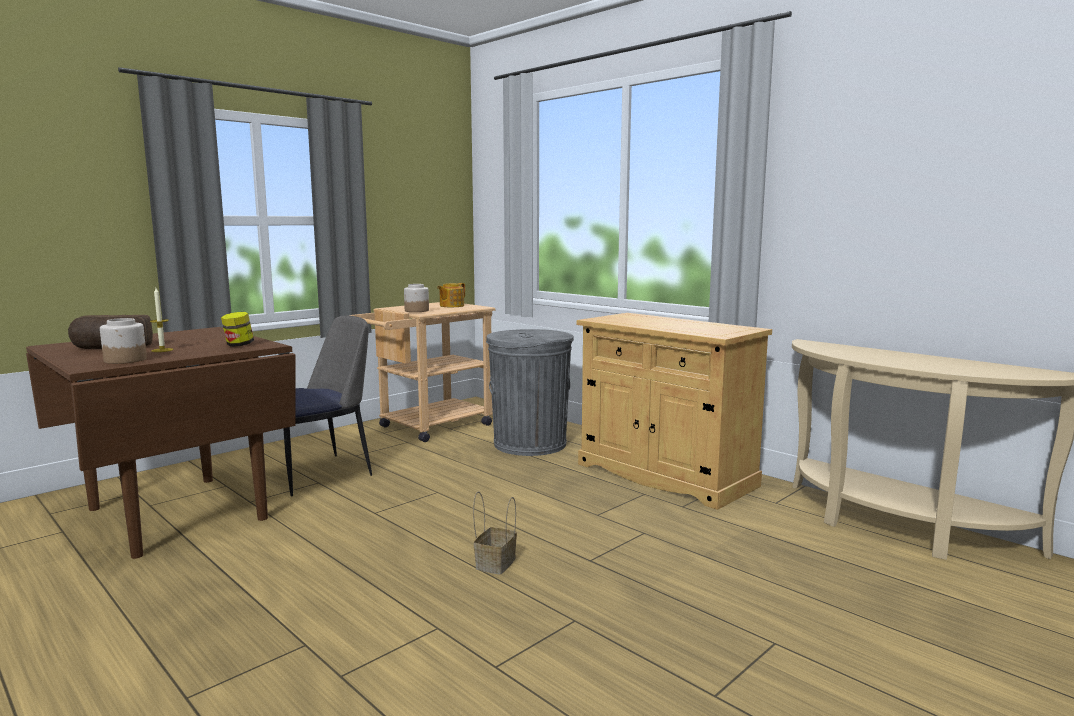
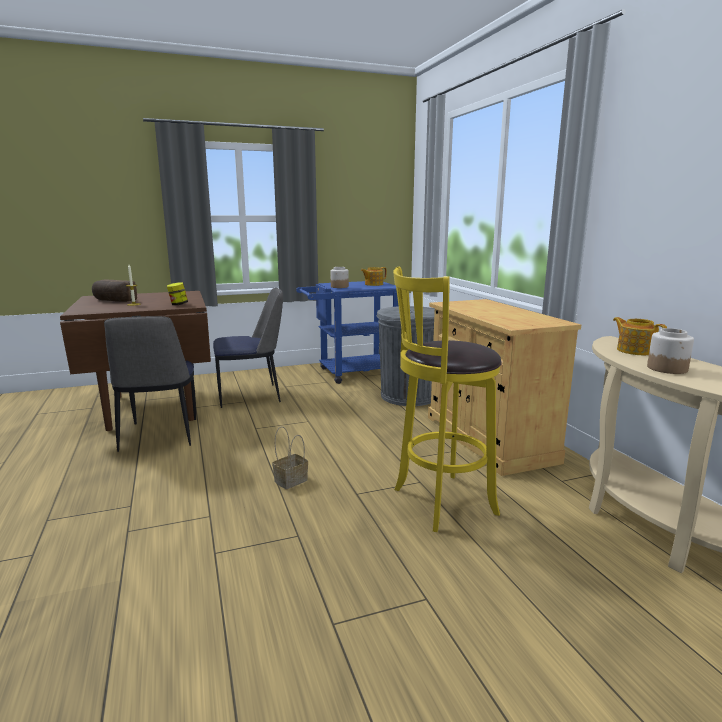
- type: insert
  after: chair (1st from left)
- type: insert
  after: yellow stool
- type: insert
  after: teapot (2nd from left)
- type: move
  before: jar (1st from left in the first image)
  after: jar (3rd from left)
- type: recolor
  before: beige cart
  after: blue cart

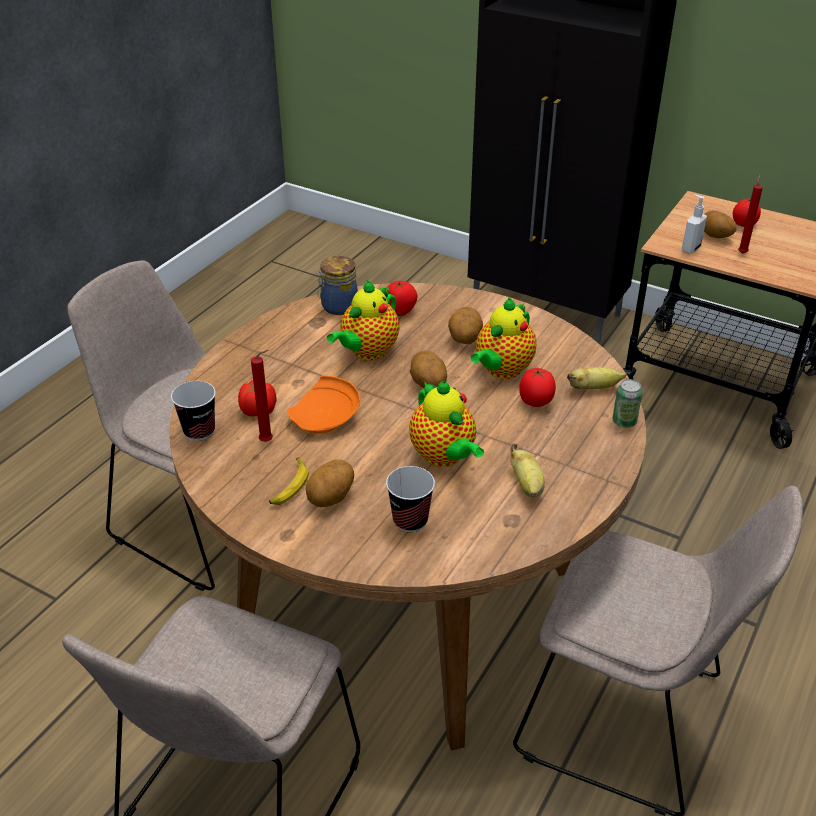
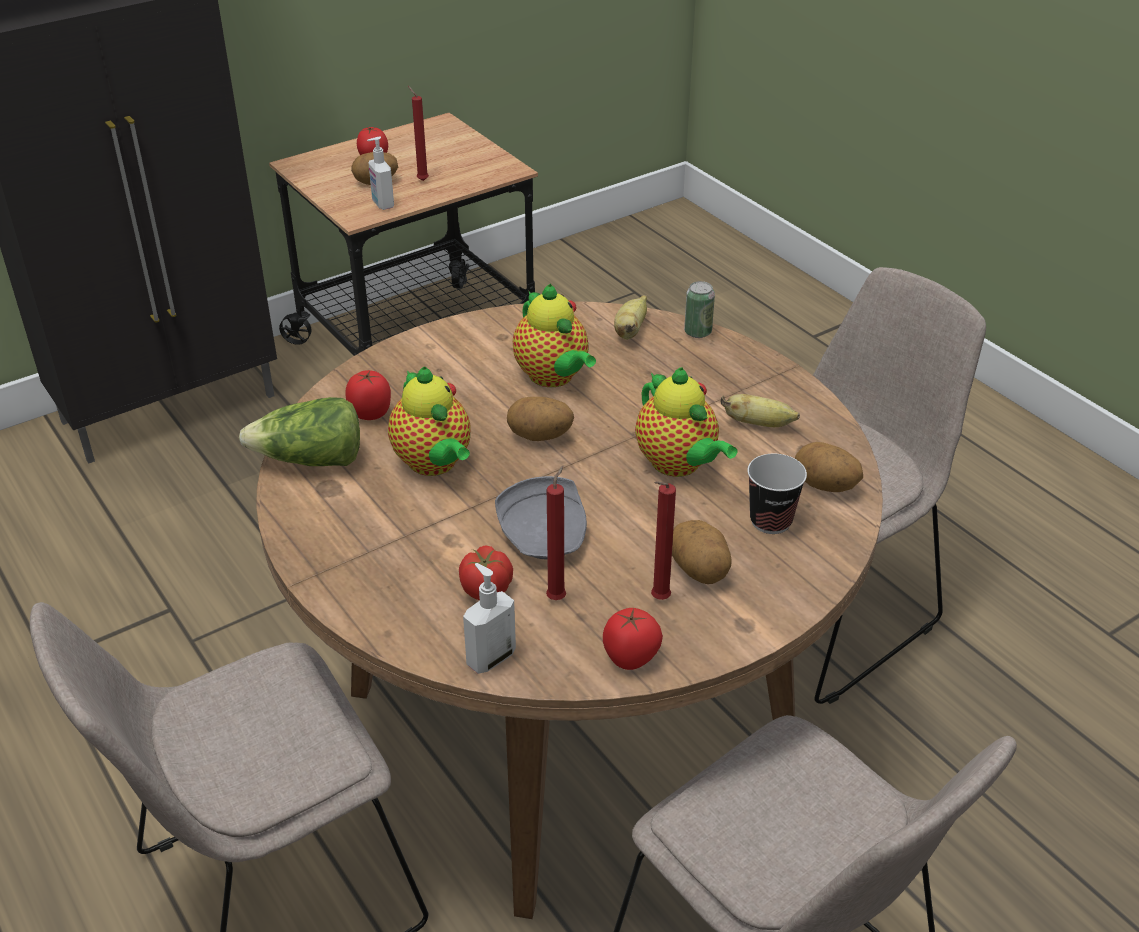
- type: move
  before: potato (3rd from left in the first image)
  after: potato (4th from left)
- type: move
  before: tomato (3rd from left in the first image)
  after: tomato (4th from left)
- type: replace
  before: cup (1st from left)
  after: soap dispenser (2nd from left)
- type: replace
  before: banana (1st from left)
  after: red candle (3rd from left)
- type: replace
  before: jar
  after: lettuce
- type: recolor
  before: orange plate
  after: grey plate
- type: rotate
  before: teapot (2nd from left in the first image)
  turn: 60

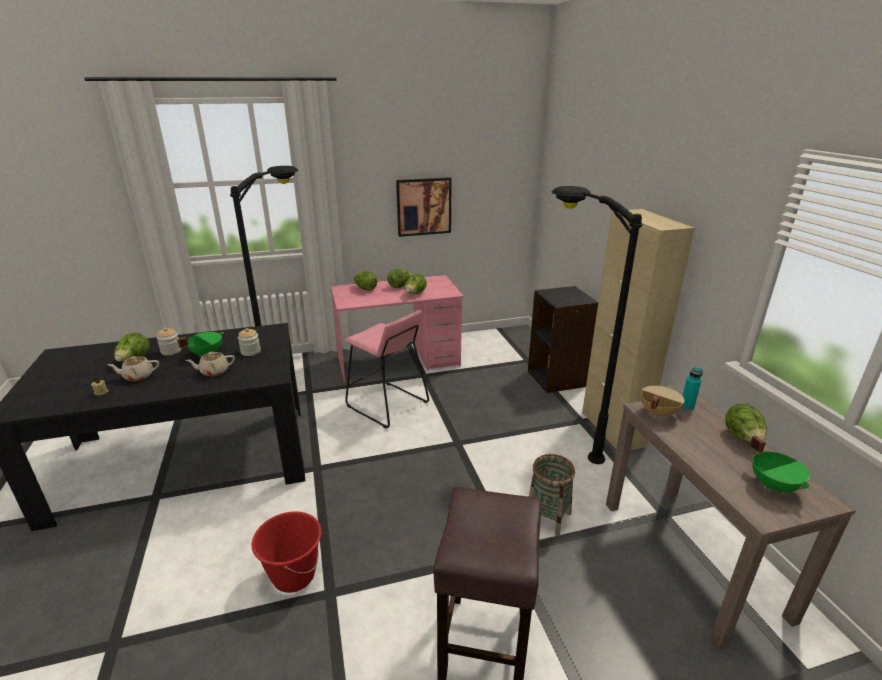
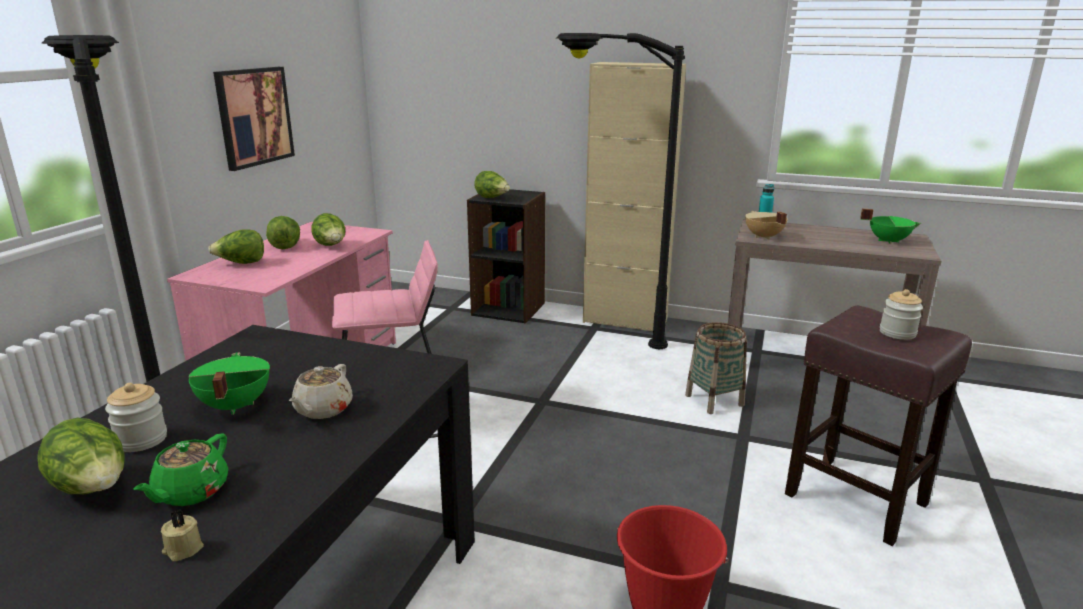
- type: move
  before: jar (2nd from left)
- type: move
  before: lettuce (5th from left)
- type: recolor
  before: beige teapot (1st from left)
  after: green teapot

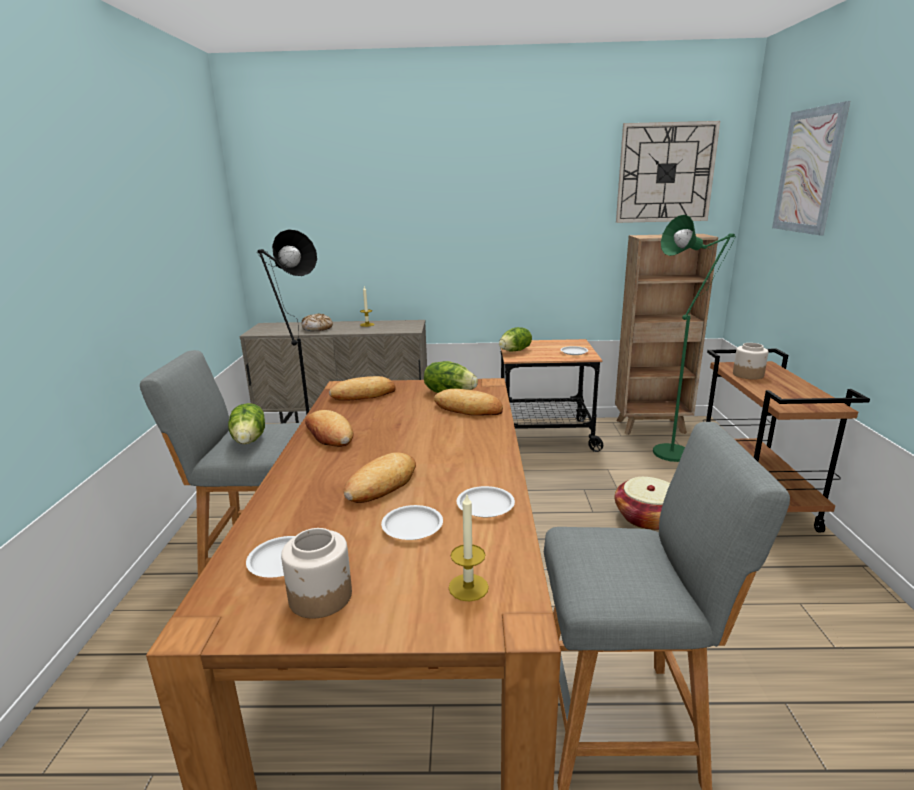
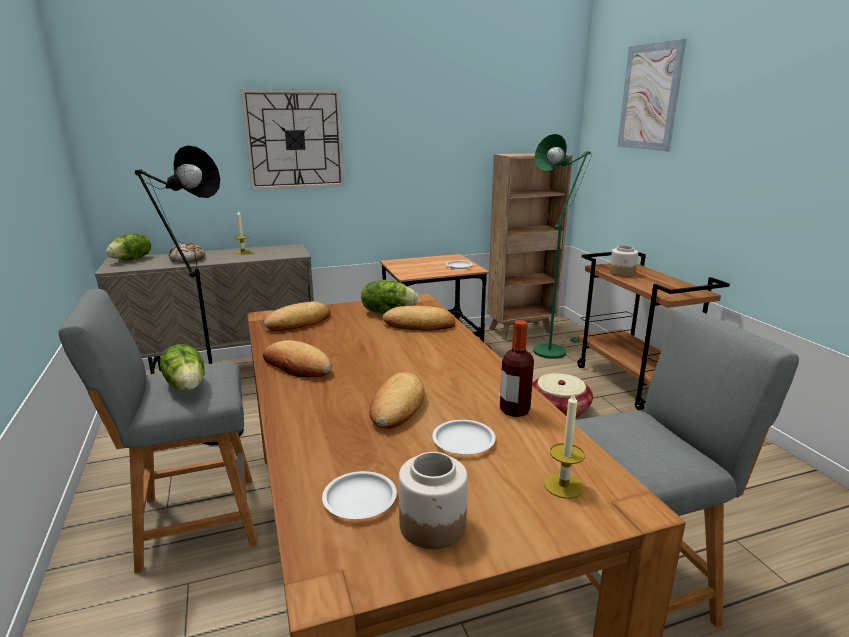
- type: move
  before: lettuce (3rd from left in the first image)
  after: lettuce (1st from left)
- type: move
  before: wall clock
- type: replace
  before: white plate (3rd from left)
  after: bottle

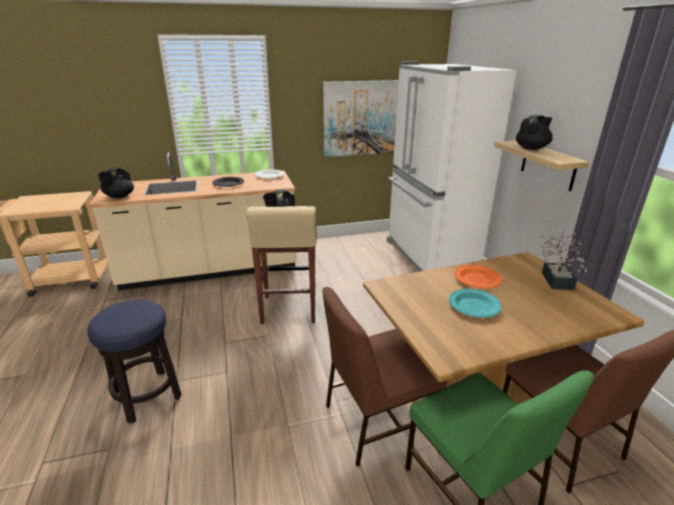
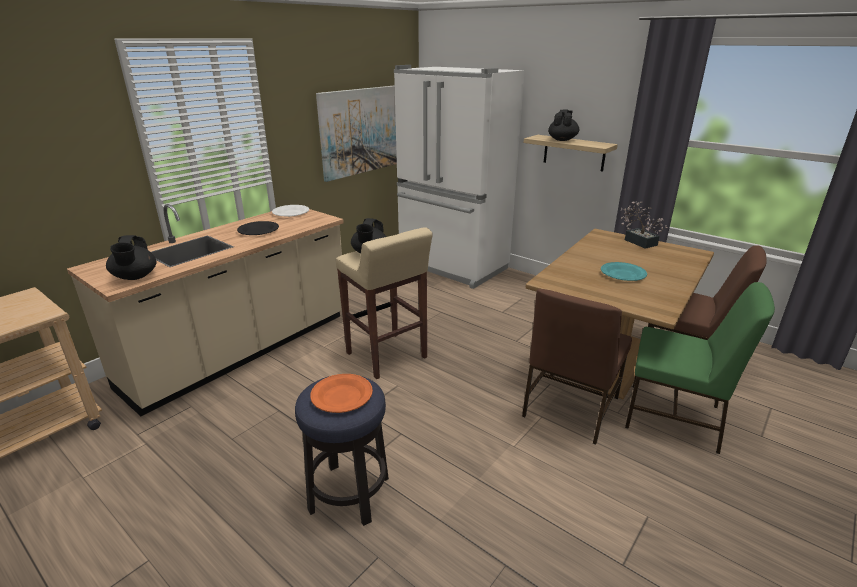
- type: move
  before: orange plate

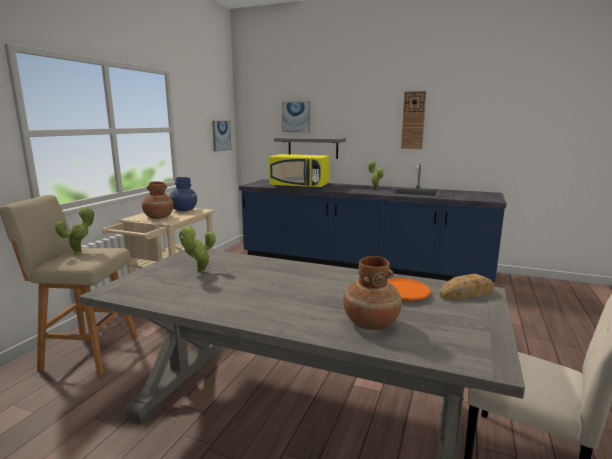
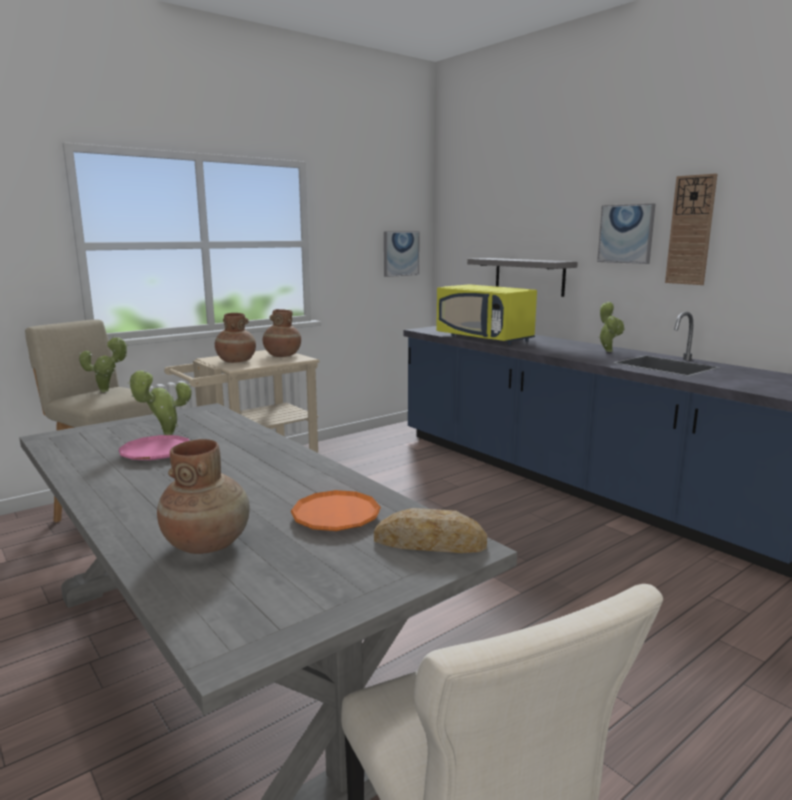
- type: insert
  after: pink plate
- type: move
  before: picture (2nd from left)
- type: recolor
  before: blue vase
  after: brown vase (3rd from left)

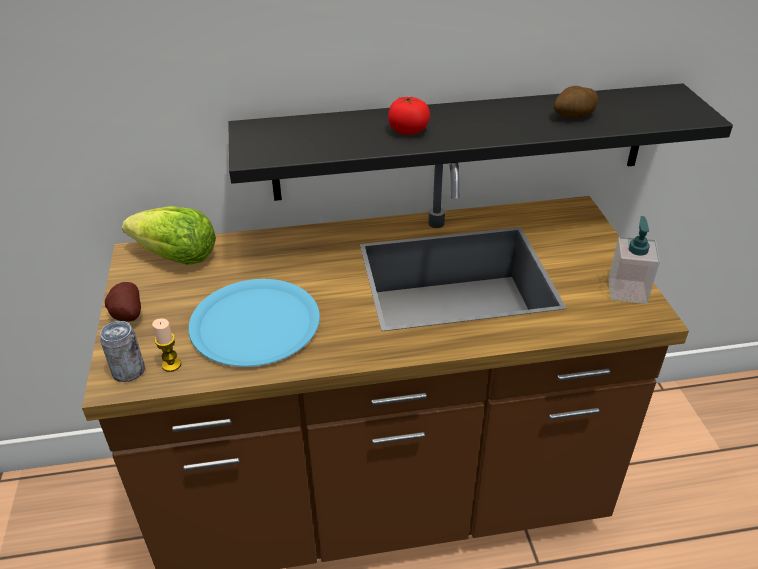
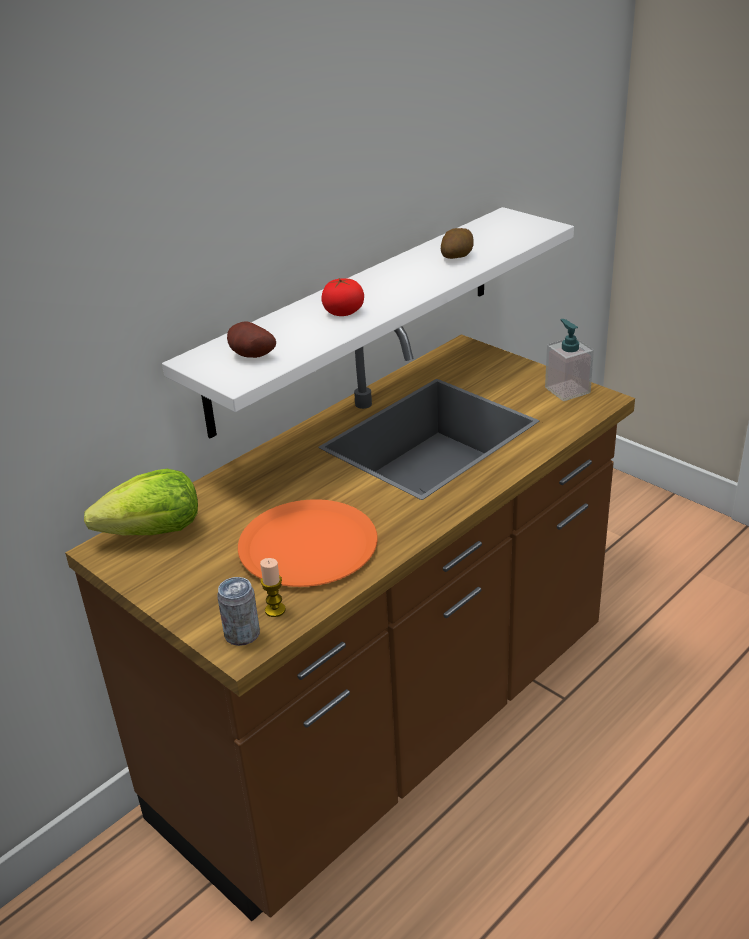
- type: move
  before: potato (1st from left)
- type: recolor
  before: blue plate
  after: orange plate
- type: recolor
  before: black shelf
  after: white shelf

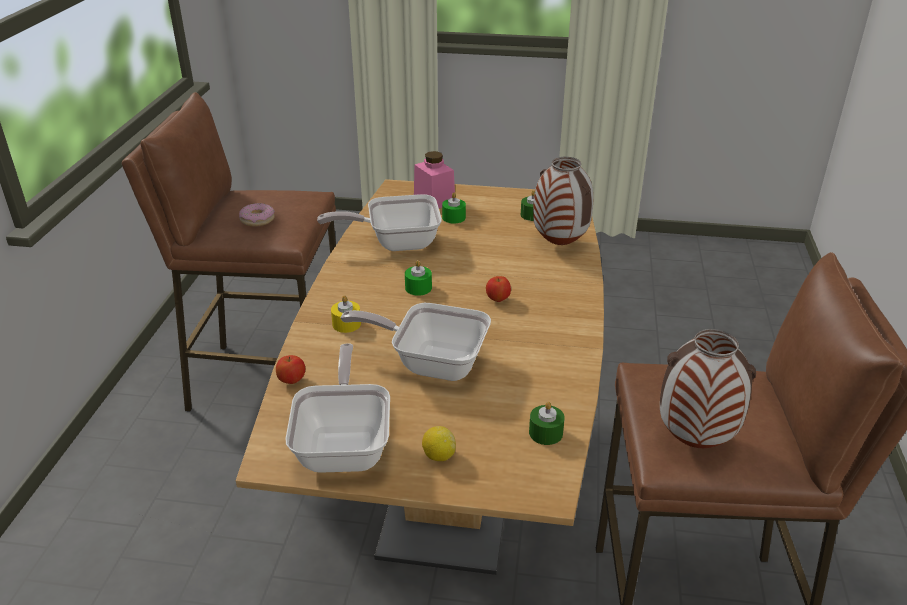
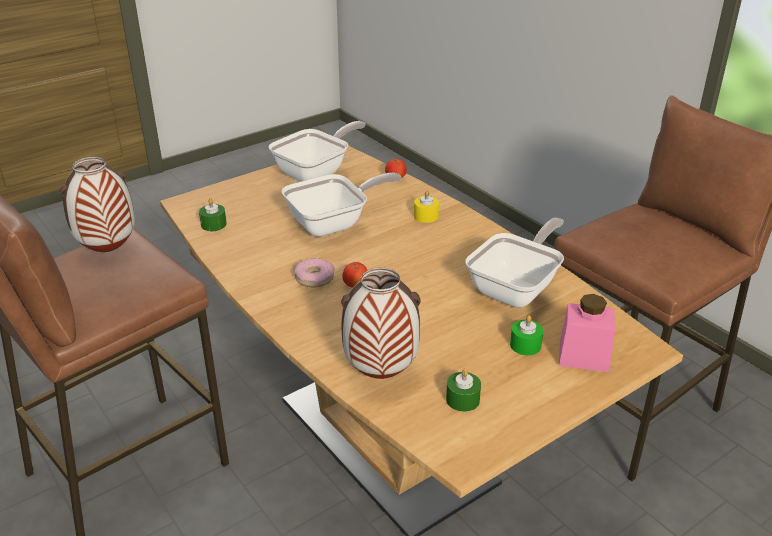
- type: delete
  before: green candle (1st from left)
- type: delete
  before: lemon
- type: move
  before: donut
- type: rotate
  before: frying pan (1st from left)
  turn: -90

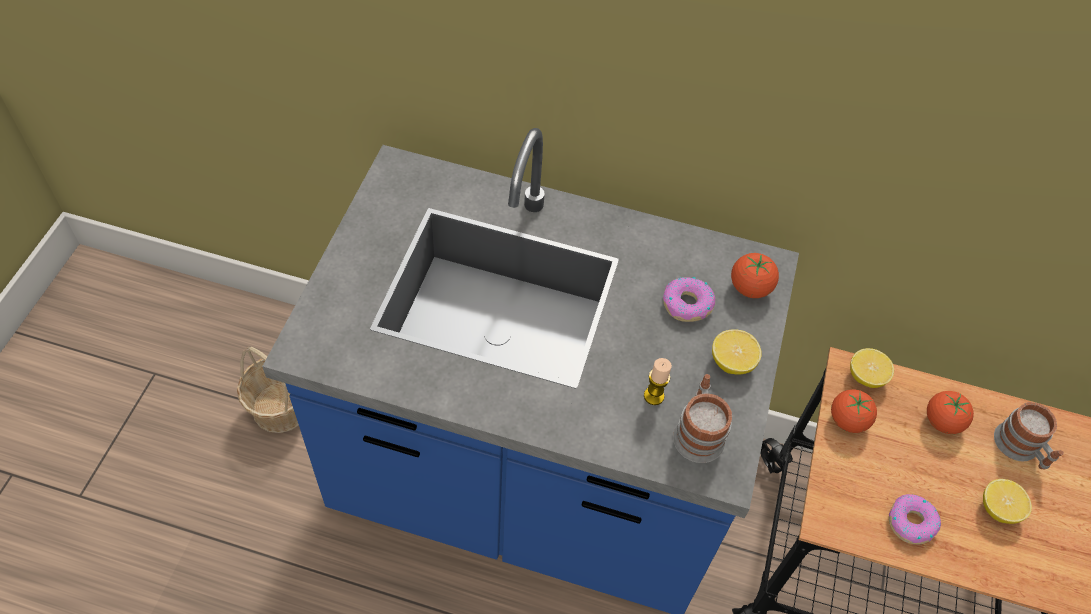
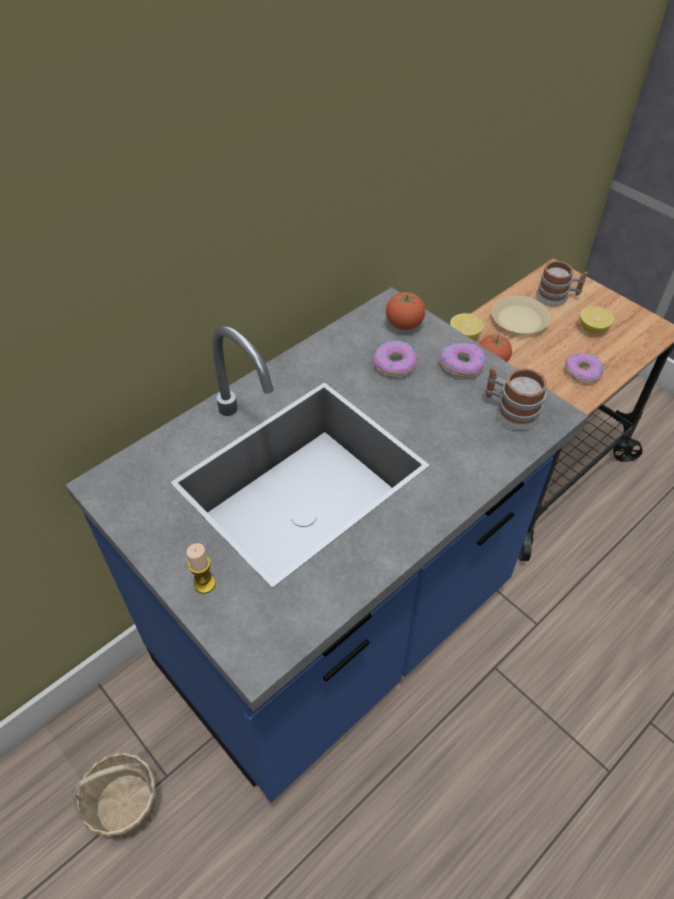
- type: move
  before: candle
- type: replace
  before: lemon (1st from left)
  after: donut (2nd from left)
- type: replace
  before: tomato (3rd from left)
  after: beige plate

